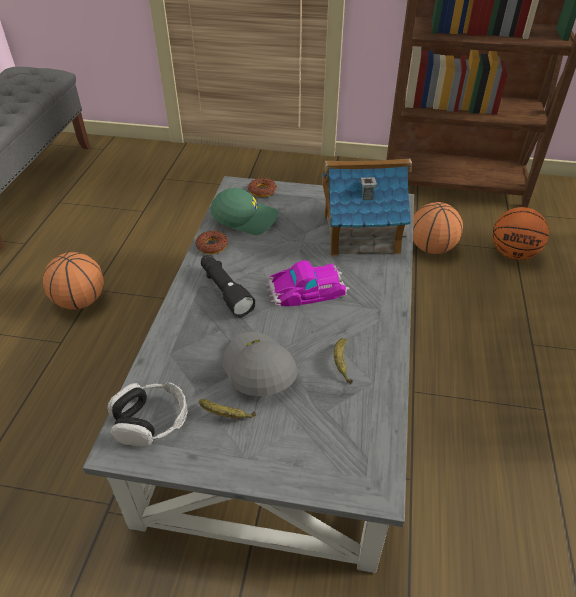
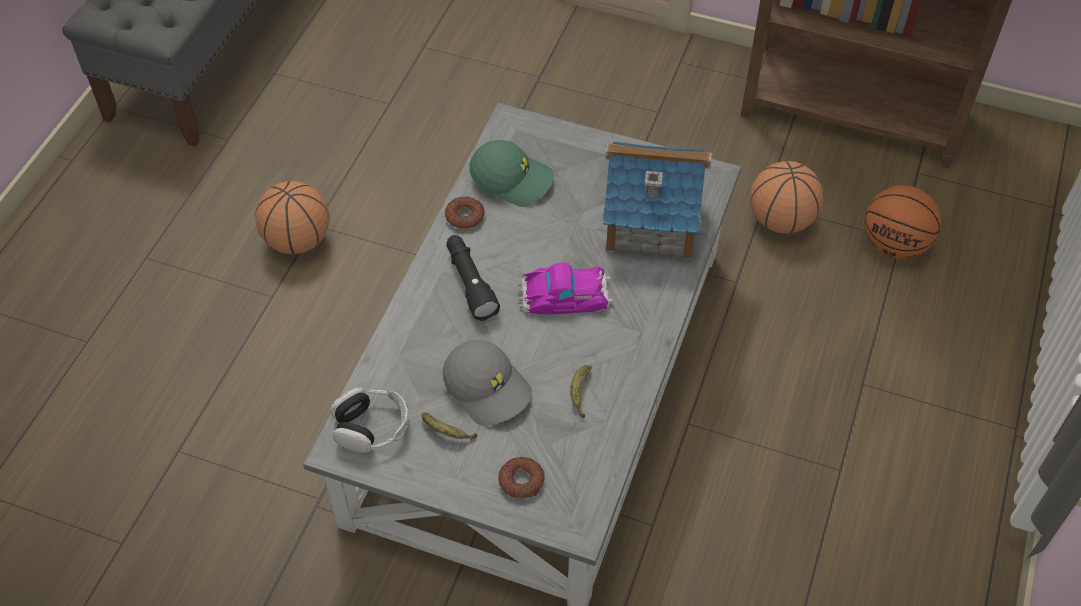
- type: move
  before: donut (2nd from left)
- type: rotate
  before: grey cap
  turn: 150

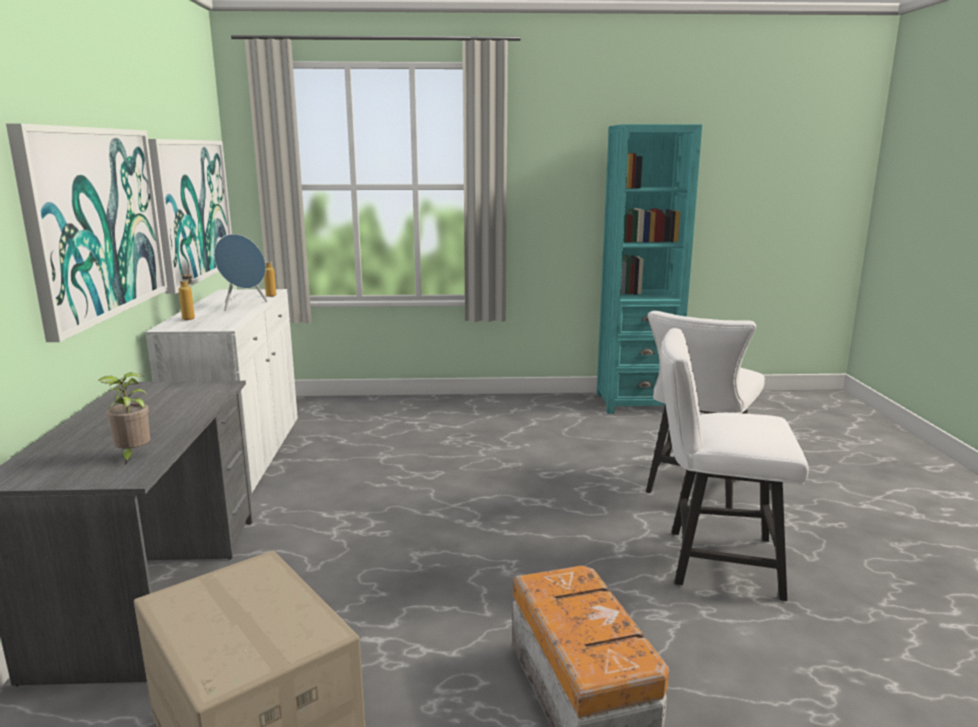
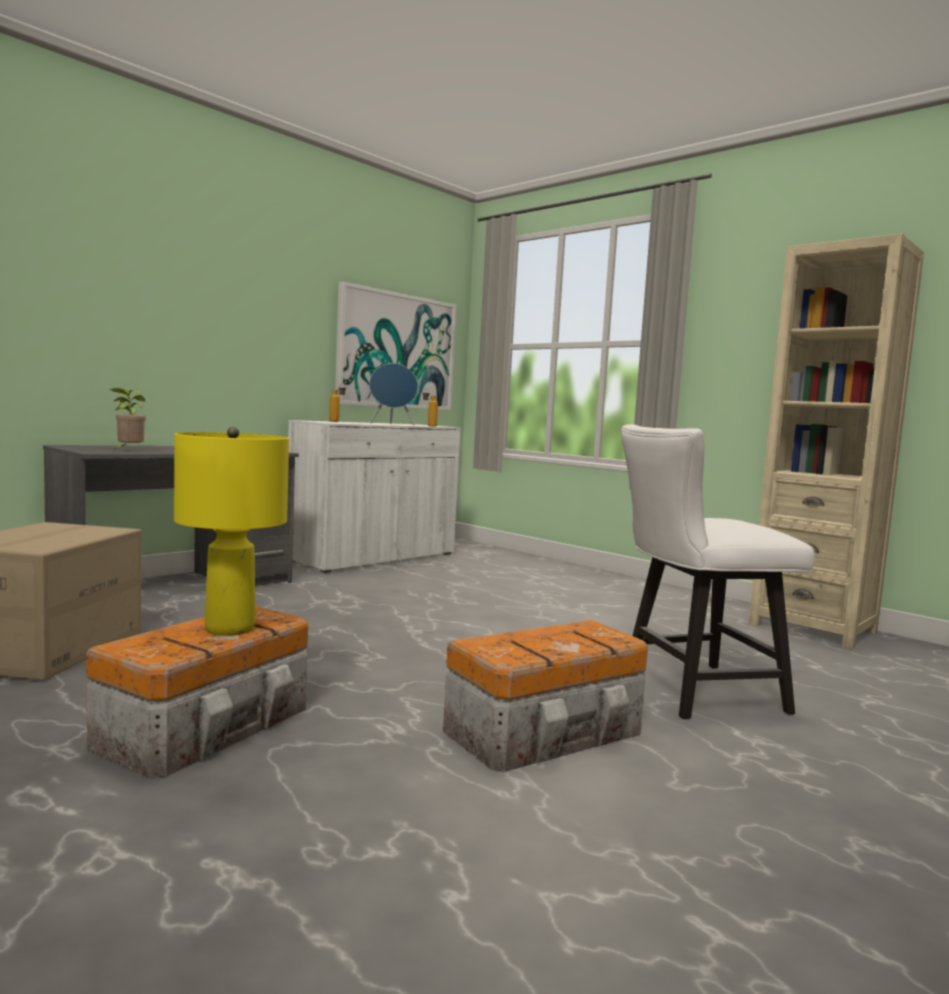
- type: delete
  before: picture (1st from left)
- type: insert
  after: yellow table lamp
- type: replace
  before: white chair (2nd from left)
  after: storage box (2nd from left)
- type: recolor
  before: turquoise bookcase
  after: beige bookcase

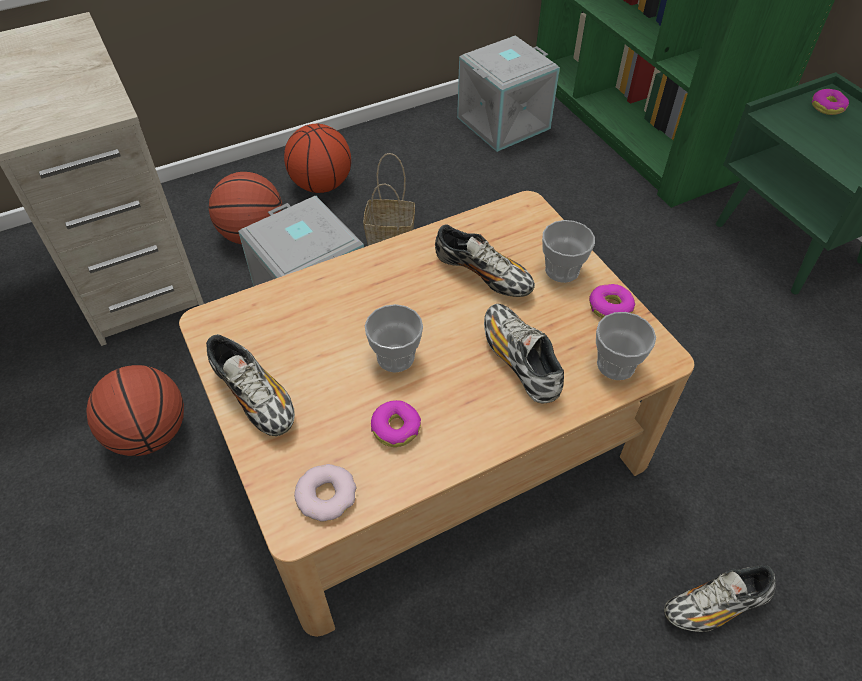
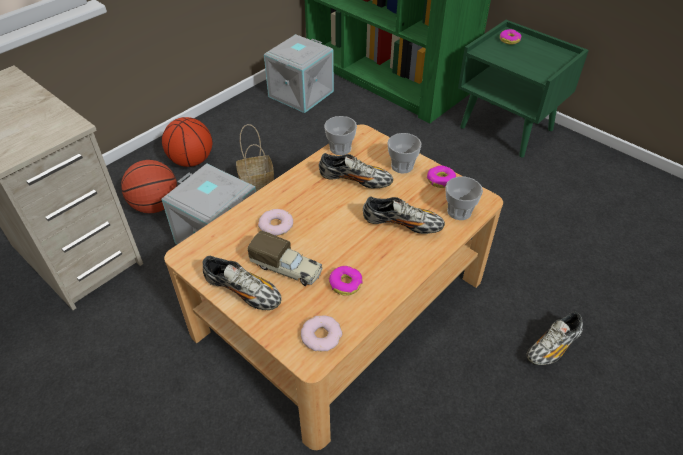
- type: delete
  before: basketball (1st from left)
- type: insert
  after: toy truck
- type: insert
  after: donut (1st from left)
- type: move
  before: cup (1st from left)
- type: rotate
  before: shoe (3rd from left)
  turn: 150

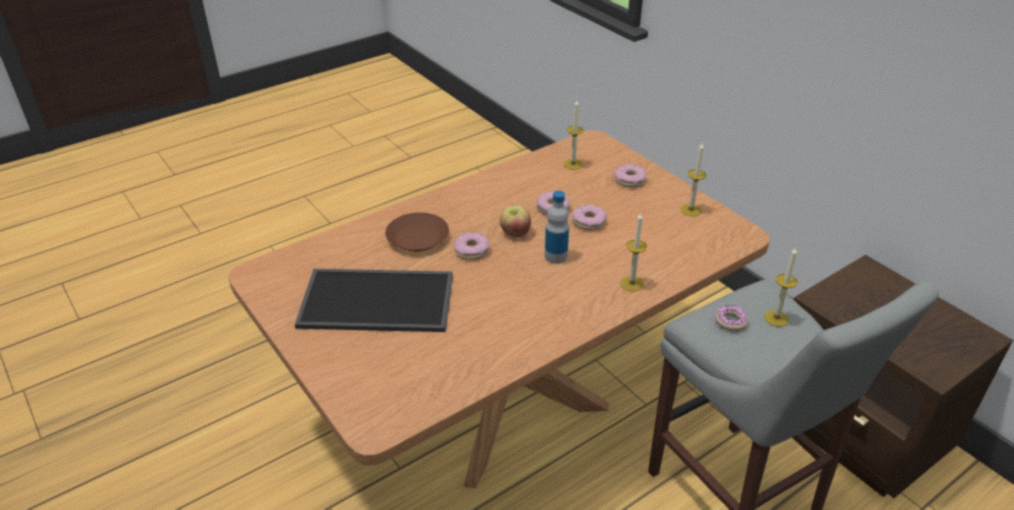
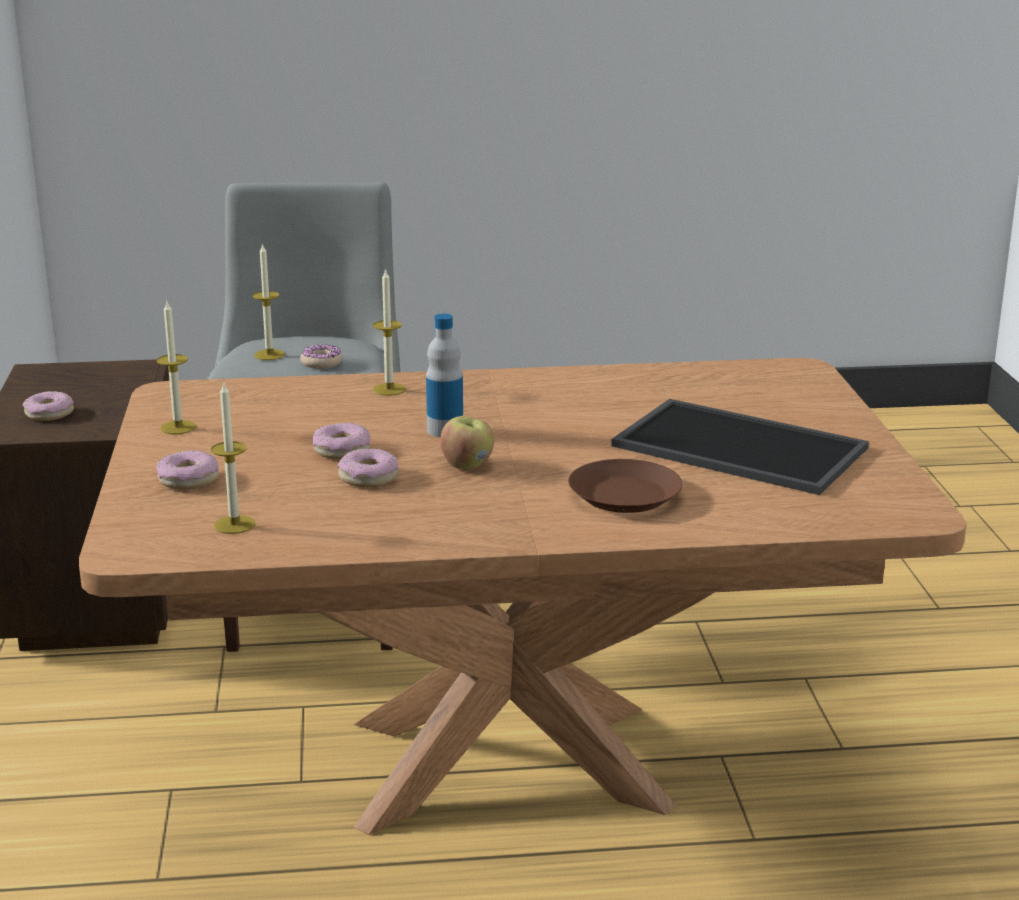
- type: move
  before: donut (1st from left)

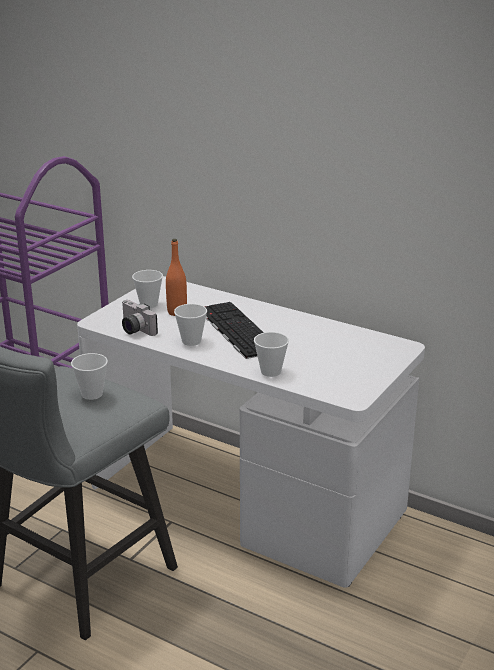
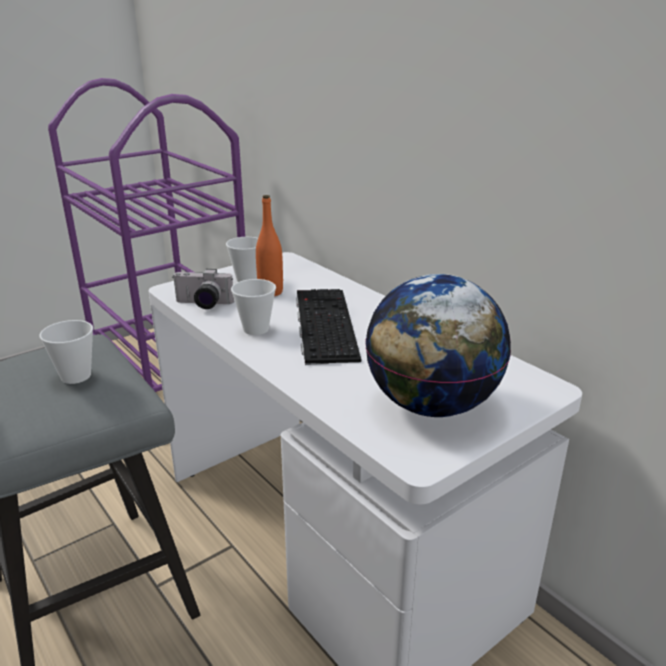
- type: delete
  before: cup (4th from left)
- type: insert
  after: globe
- type: rotate
  before: photo camera
  turn: -60

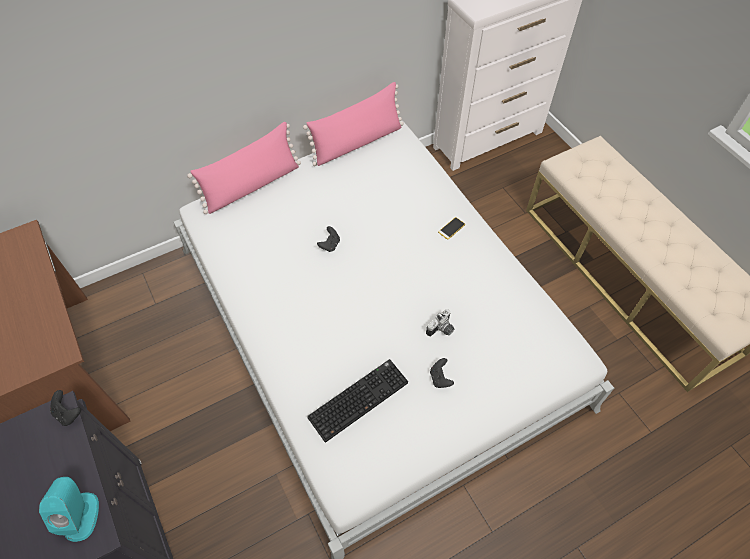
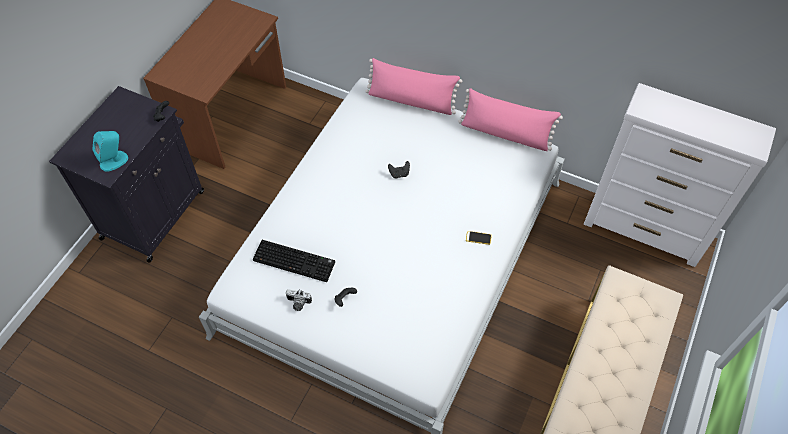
- type: move
  before: photo camera

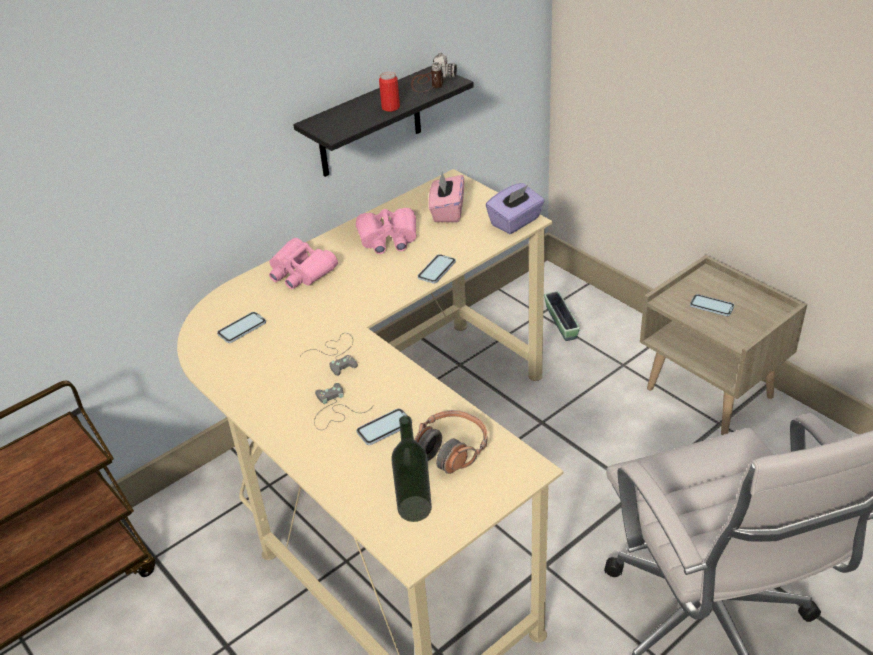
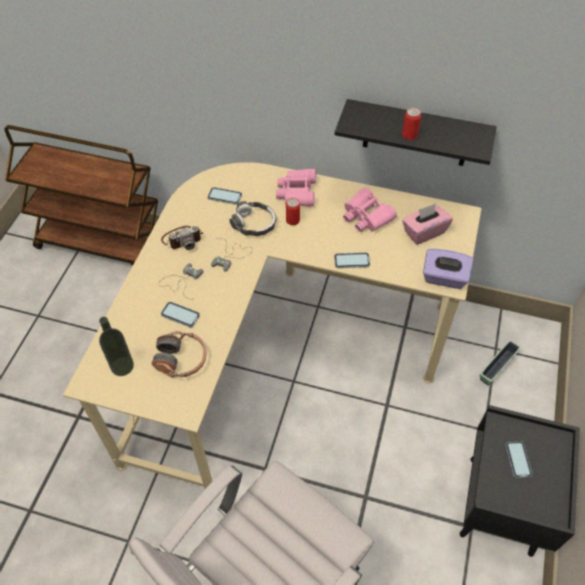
- type: insert
  after: headphones (2nd from left)
- type: insert
  after: can (1st from left)
- type: move
  before: photo camera
- type: recolor
  before: beige nightstand
  after: black nightstand

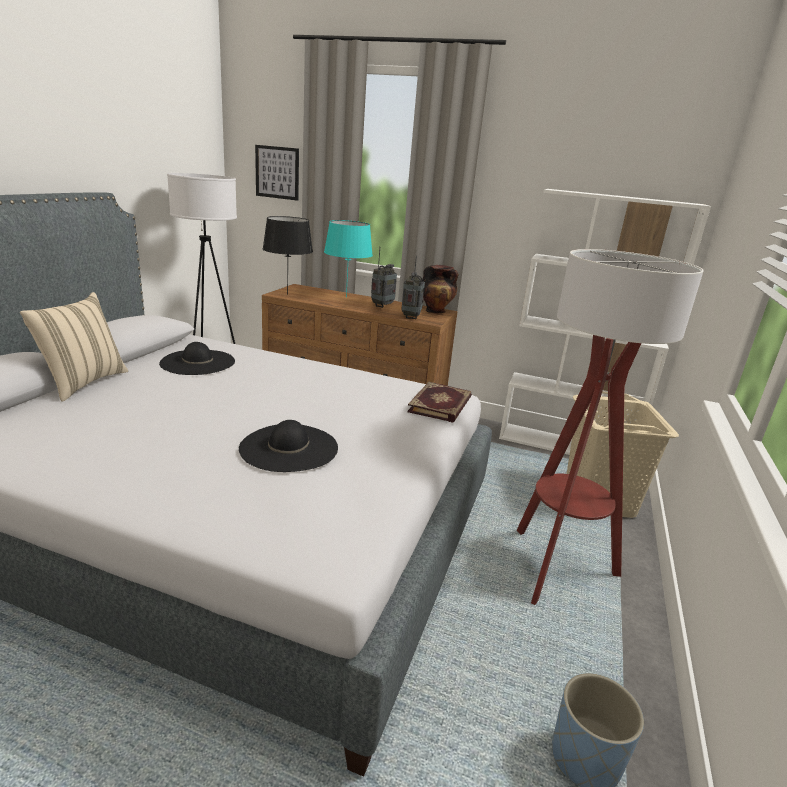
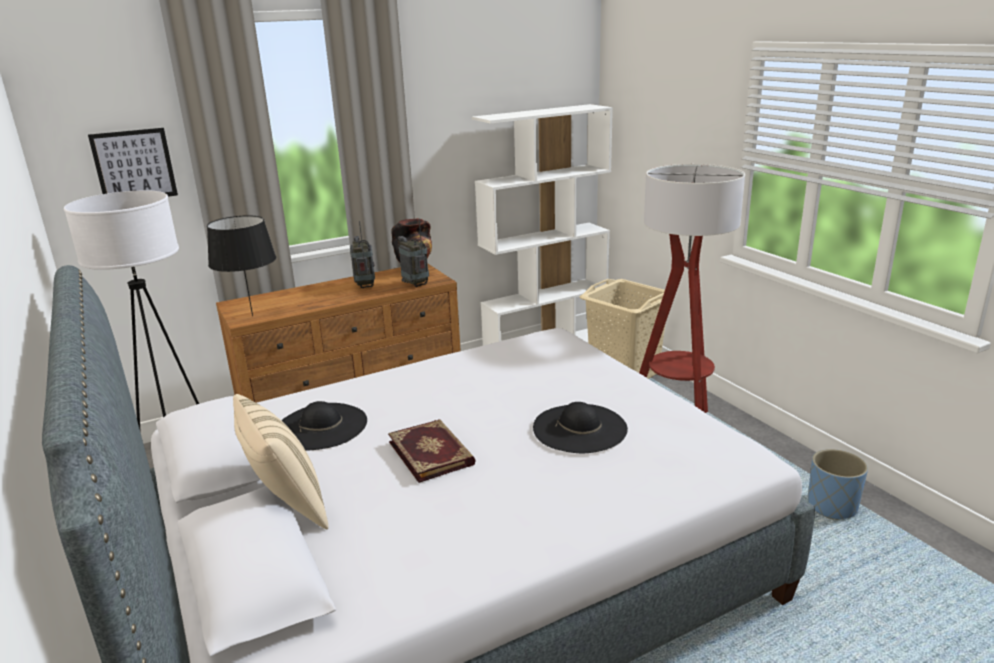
- type: delete
  before: turquoise table lamp
- type: move
  before: book

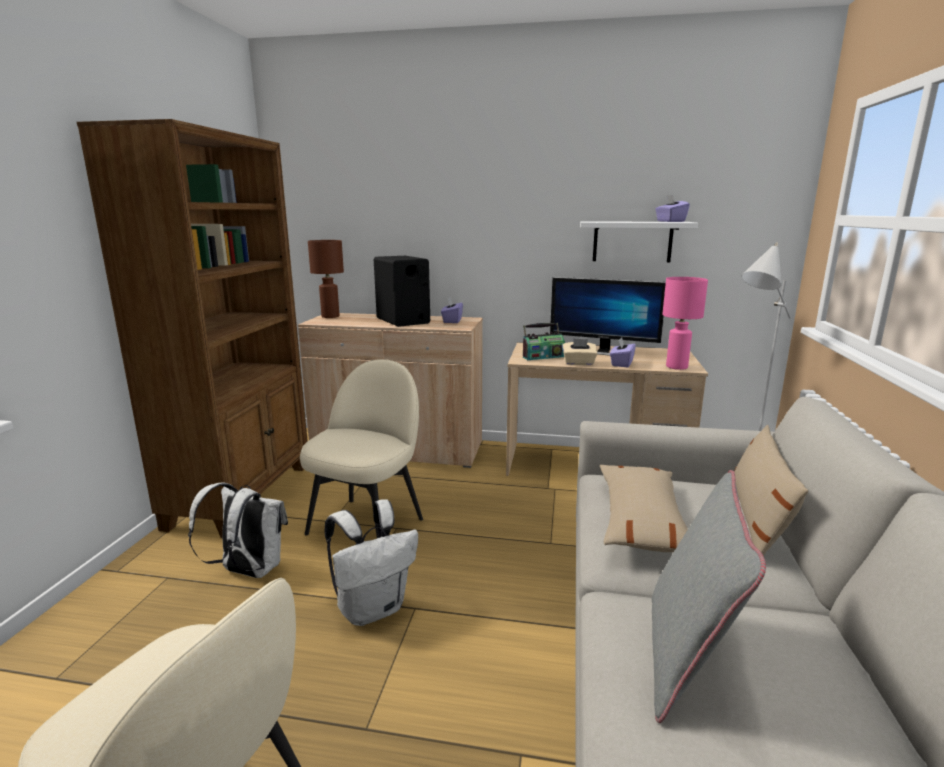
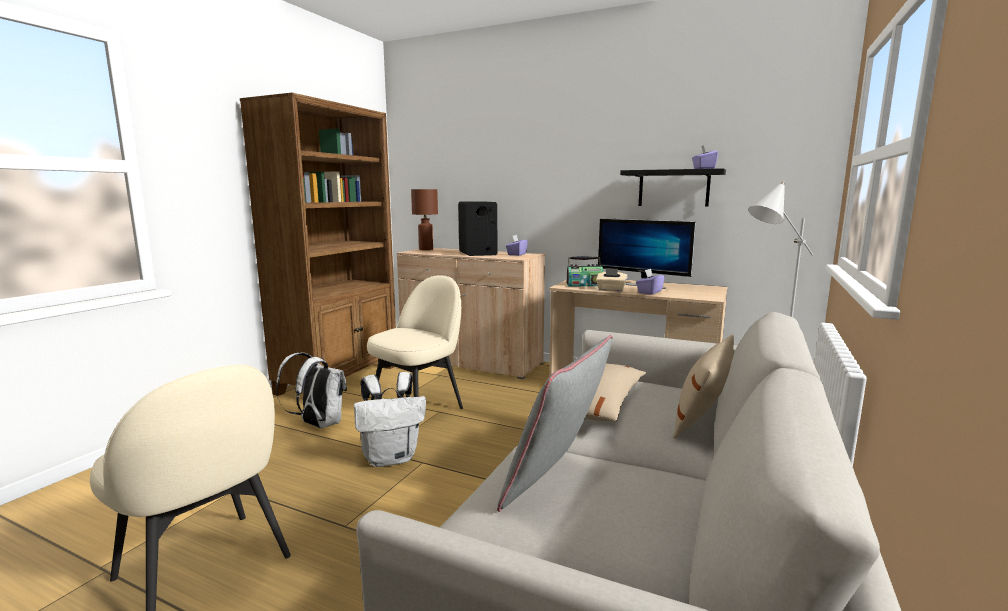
- type: delete
  before: pink table lamp
- type: recolor
  before: white shelf
  after: black shelf

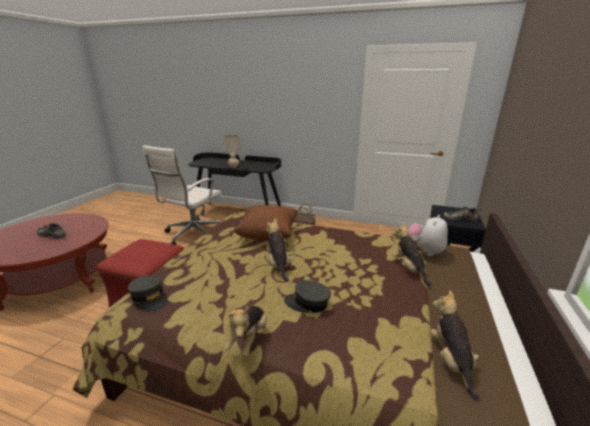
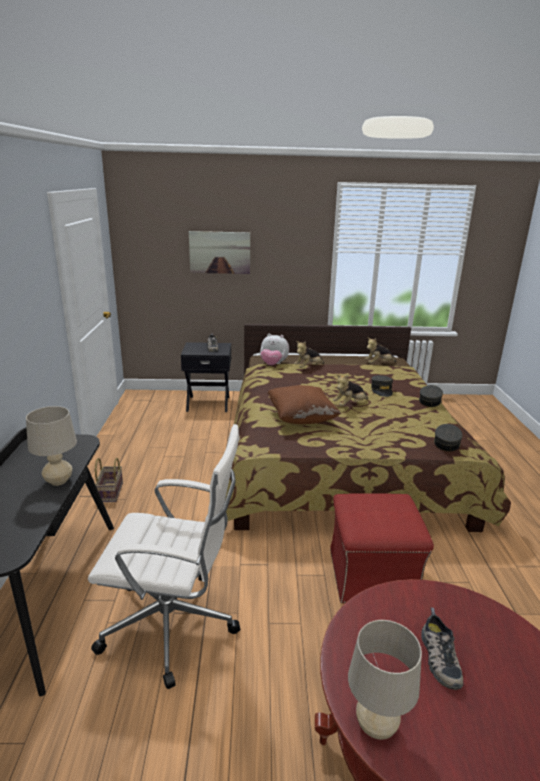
- type: insert
  after: picture
- type: insert
  after: beige table lamp (2nd from left)
- type: replace
  before: plush toy (1st from left)
  after: grey cap (2nd from left)

